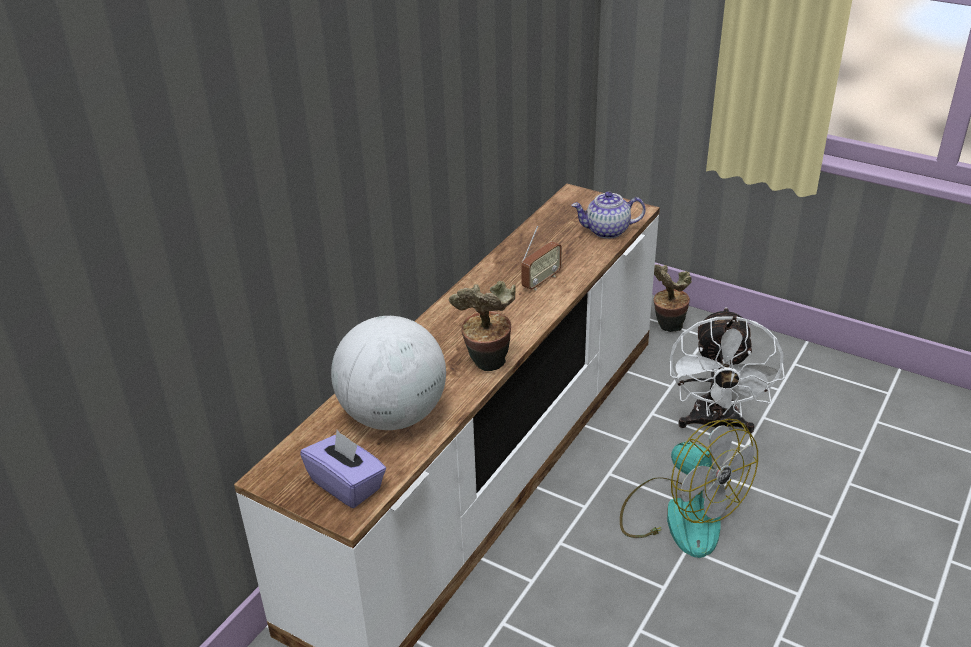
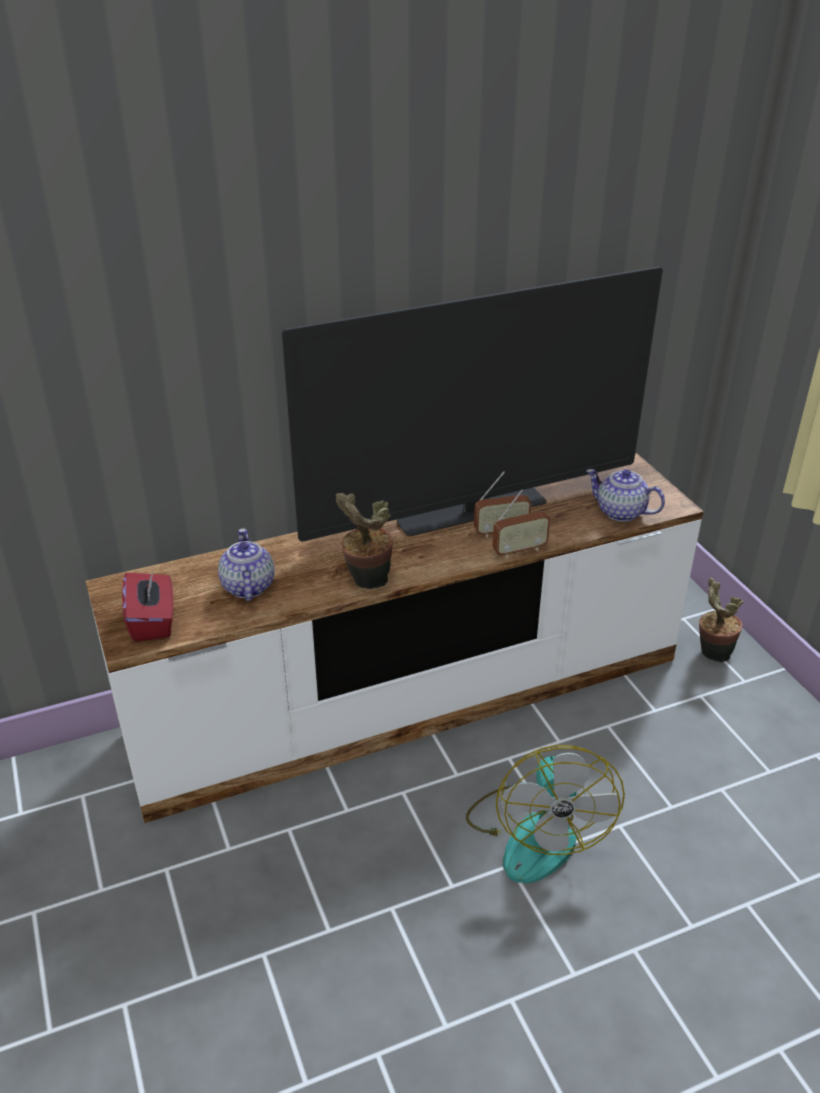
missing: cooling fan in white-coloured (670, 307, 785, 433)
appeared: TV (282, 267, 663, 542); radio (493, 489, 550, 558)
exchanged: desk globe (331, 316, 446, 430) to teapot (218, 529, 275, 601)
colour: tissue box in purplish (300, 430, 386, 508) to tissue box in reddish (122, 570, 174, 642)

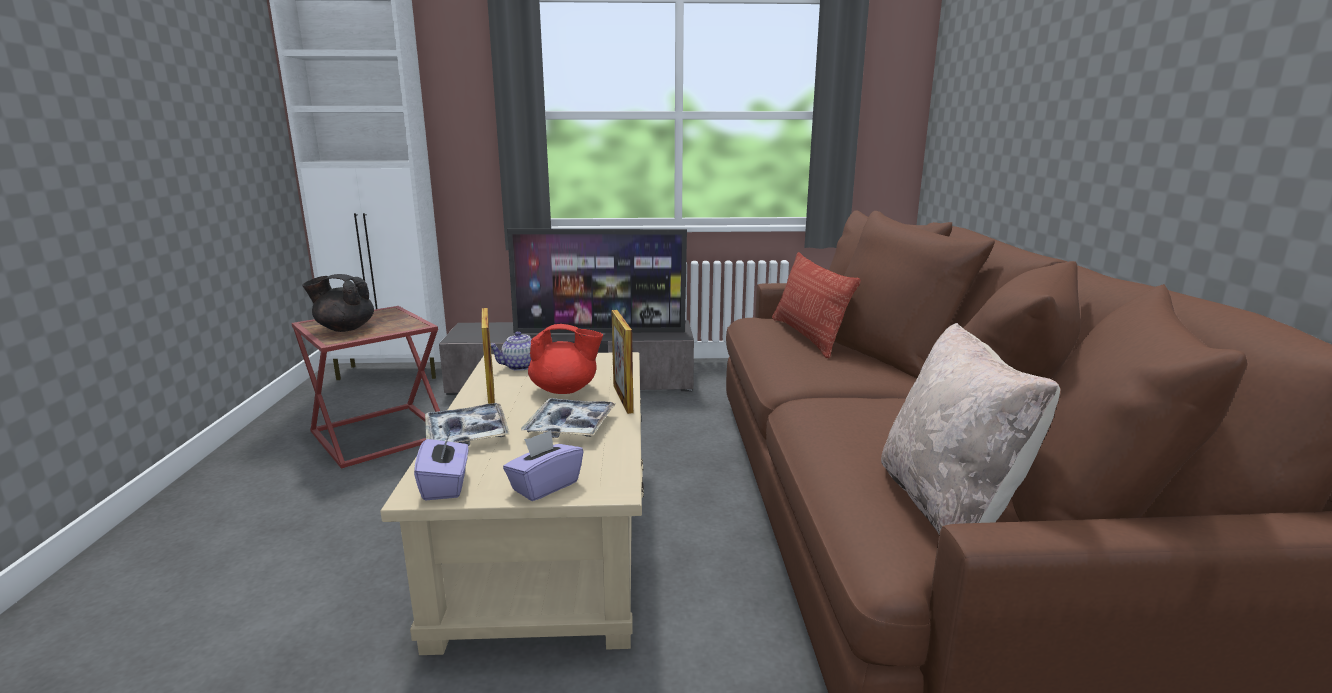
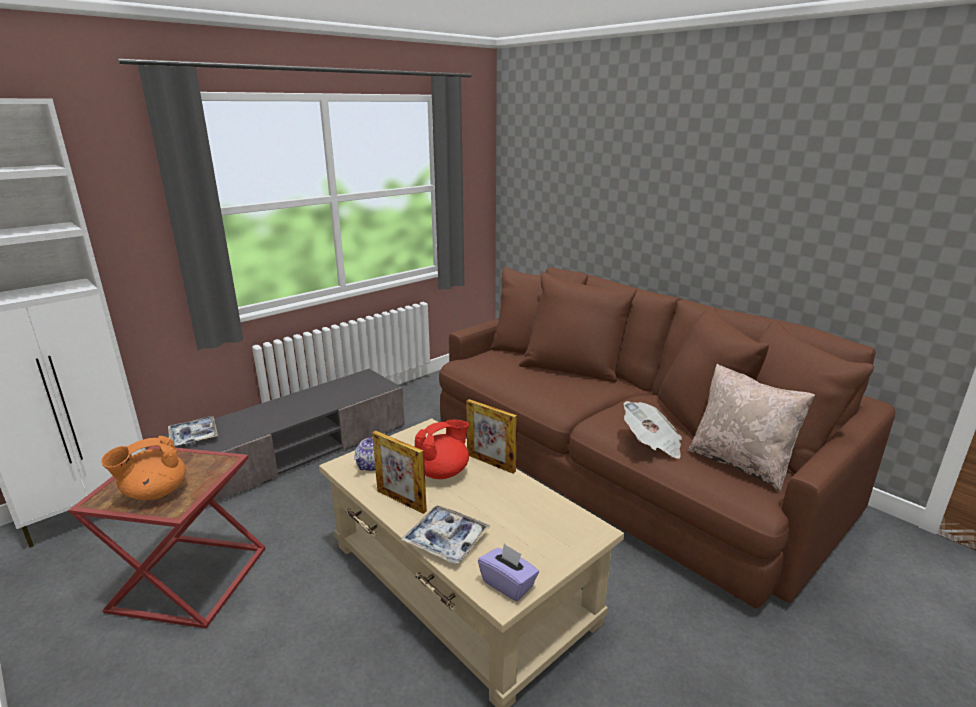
missing: TV (507, 229, 687, 333); throw pillow (772, 252, 861, 359); tissue box in purplish (503, 430, 583, 501)
appeared: newspaper (624, 401, 682, 459)
relocated: carrying tray (521, 398, 616, 438) to (168, 416, 218, 447)
colour: teapot in black-coloured (302, 274, 374, 332) to teapot in orange-coloured (101, 436, 186, 500)

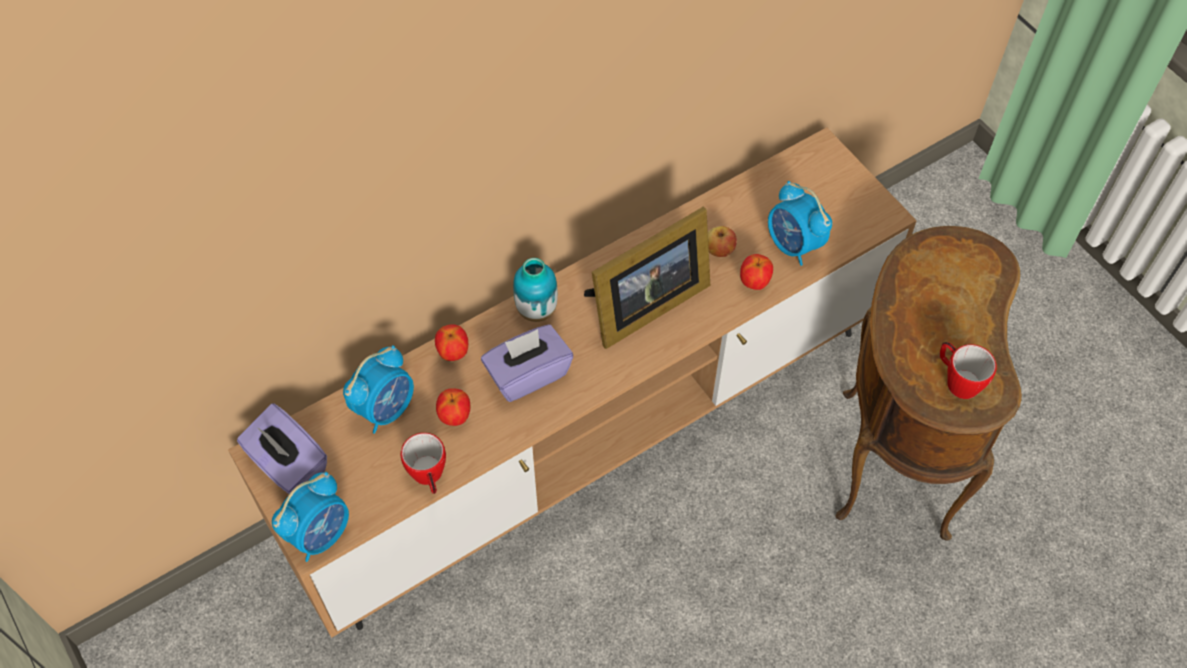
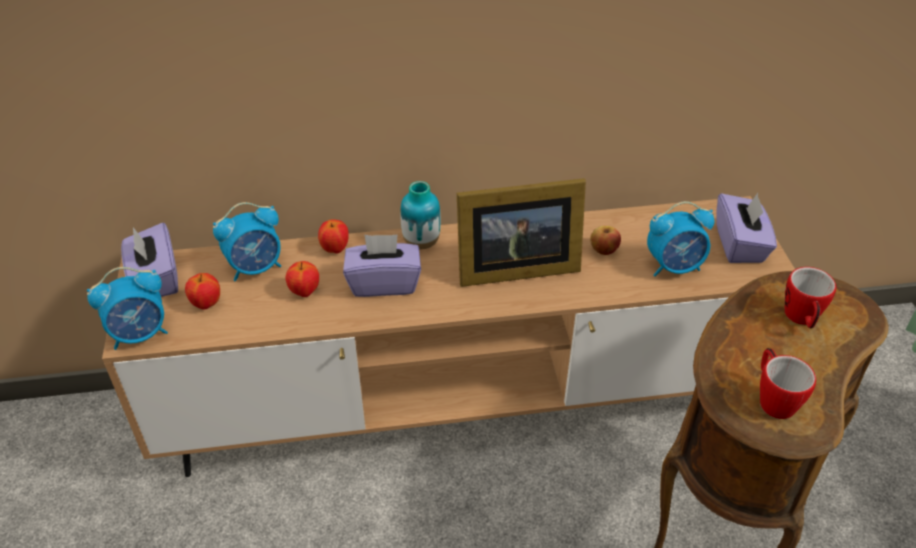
appeared: tissue box in purplish (716, 193, 777, 263)
relocated: apple fruit (740, 254, 773, 290) to (185, 273, 220, 310); coffee mug (401, 433, 446, 494) to (785, 267, 836, 329)
spun: table clock (768, 181, 832, 266) = (647, 201, 714, 277) 90 degrees counterclockwise

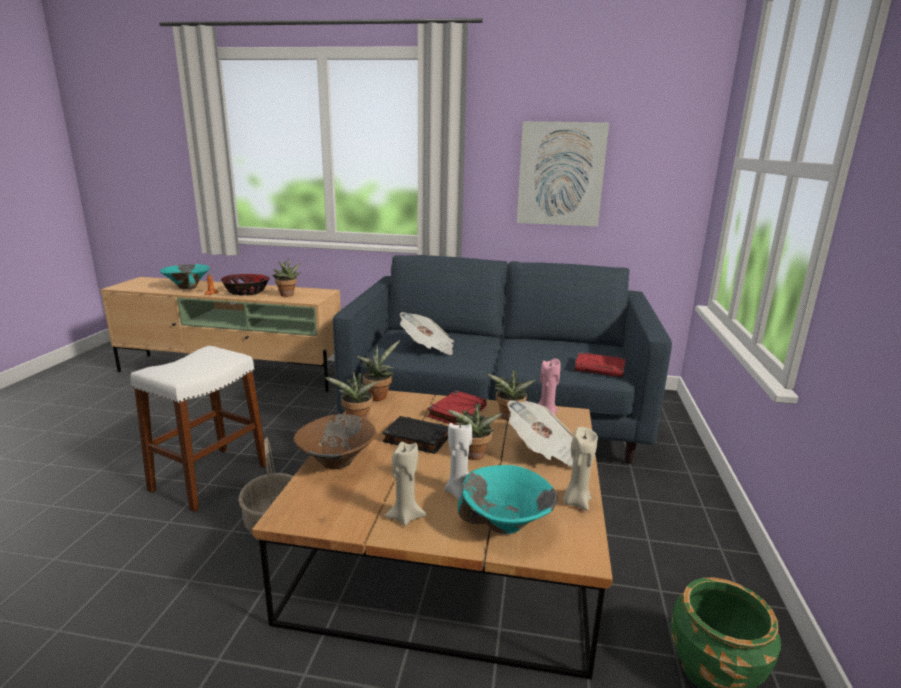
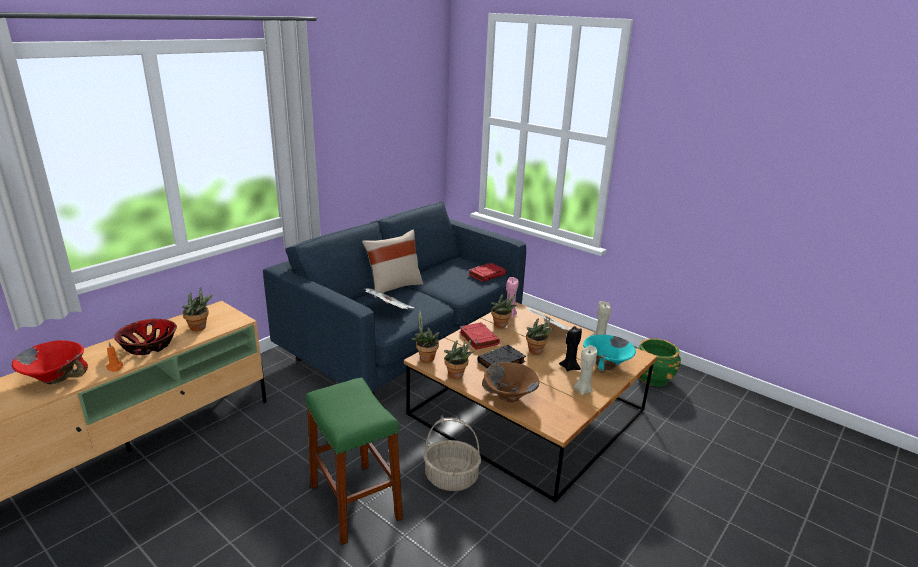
missing: picture (517, 121, 609, 227)
appeared: throw pillow in beige (362, 230, 423, 298)
colour: serving bowl in turquoise-coloured (160, 264, 210, 289) to serving bowl in reddish (12, 340, 88, 384); stool seat in white-coloured (130, 346, 266, 512) to stool seat in greenish (306, 377, 403, 545); wax light in white-coloured (444, 421, 472, 500) to wax light in black-coloured (559, 326, 582, 371)

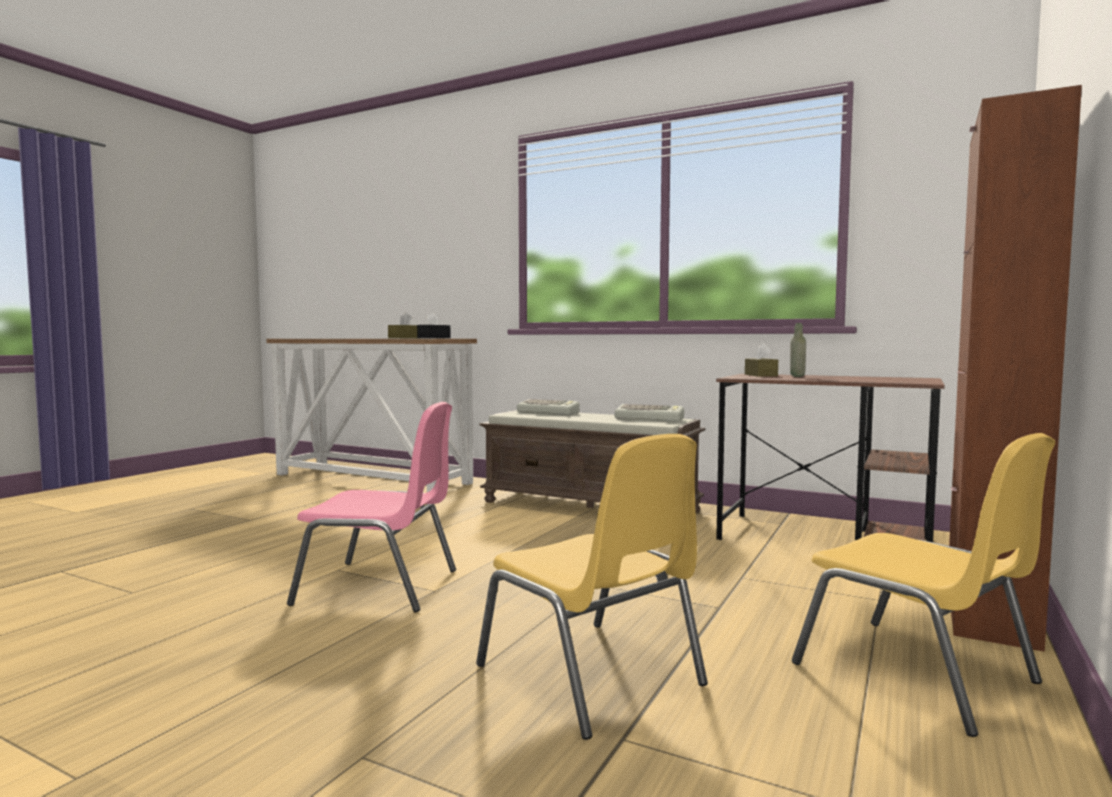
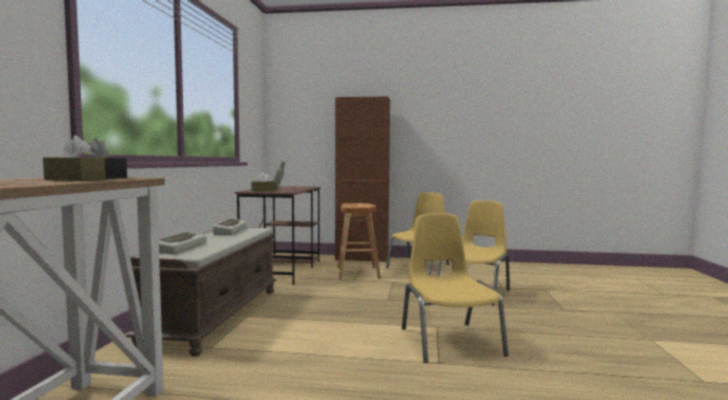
appeared: stool seat in brownish (338, 203, 381, 280)
colour: plain chair in pink (287, 402, 456, 612) to plain chair in yellowish (402, 213, 509, 363)

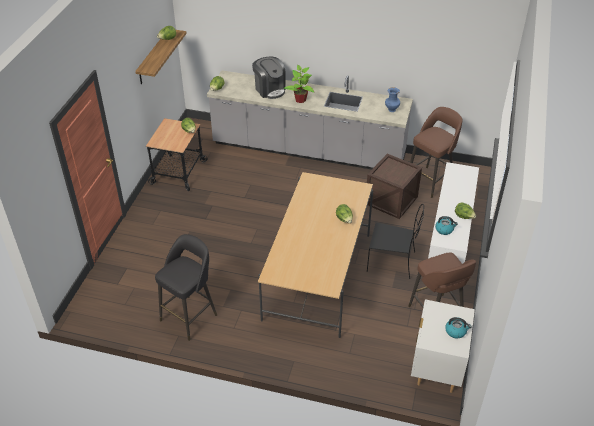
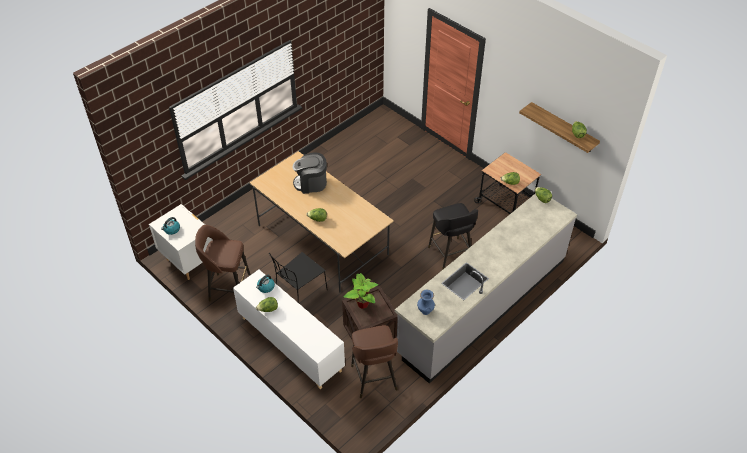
relocated: coffee maker (252, 57, 286, 99) to (292, 153, 327, 194); plant in a pot (284, 65, 314, 103) to (344, 273, 378, 309); stool seat in black-coloured (155, 234, 217, 341) to (428, 203, 478, 270)

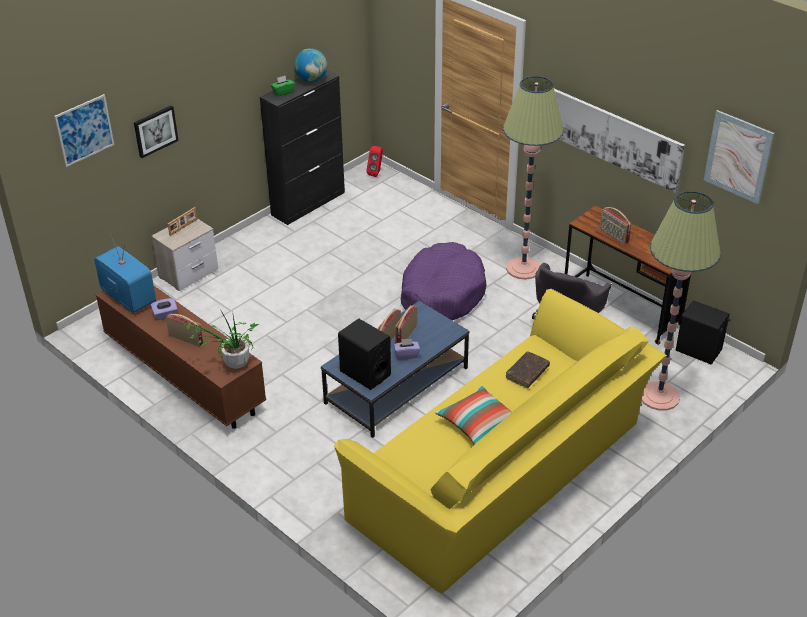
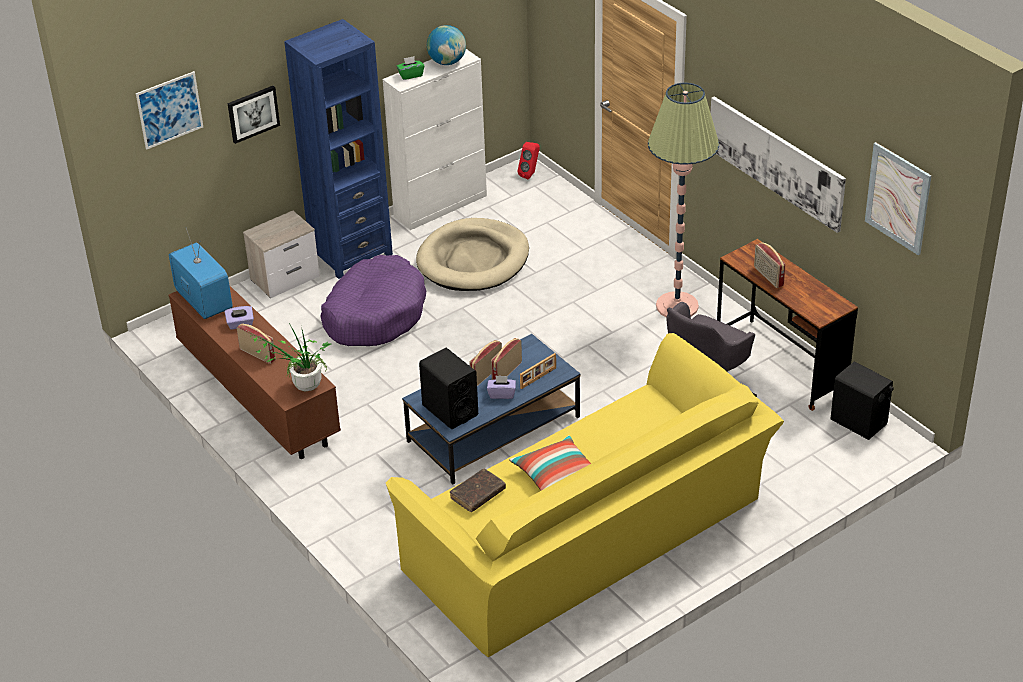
missing: standing lamp (641, 191, 721, 411)
appeared: bookcase in bluish (284, 19, 393, 279); dog bed in beige (416, 218, 529, 291)
relocated: standing frame (168, 207, 197, 236) to (520, 353, 556, 389); dog bed in purplish (401, 242, 487, 320) to (320, 255, 426, 346); bound book in brownish (506, 351, 550, 388) to (450, 469, 506, 512)
colour: storage cabinet in black-coloured (260, 70, 345, 225) to storage cabinet in white-coloured (382, 49, 487, 230)

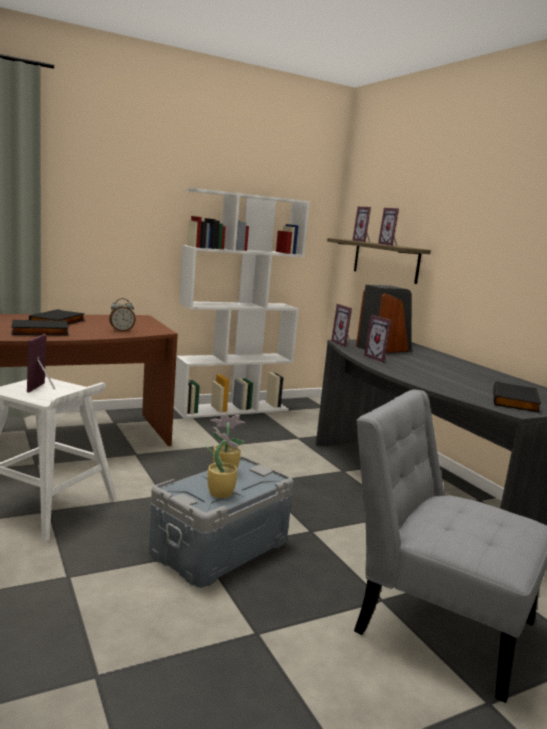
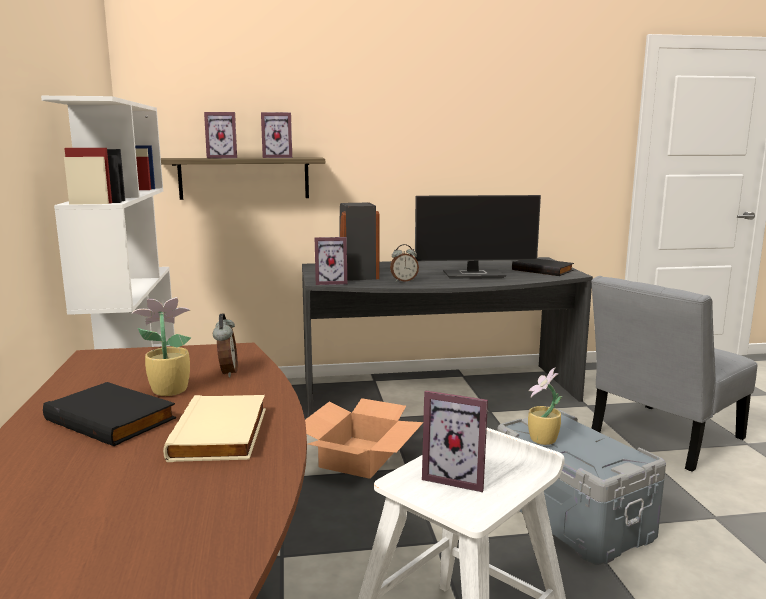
appeared: computer screen (415, 195, 541, 279); cardboard box (305, 398, 423, 479)
relocated: plant in a pot (206, 427, 241, 498) to (132, 297, 192, 396)
exchanged: standing frame (364, 315, 391, 363) to table clock (390, 244, 419, 282)
colour: bound book in black-coloured (11, 320, 69, 336) to bound book in beige (163, 395, 266, 462)

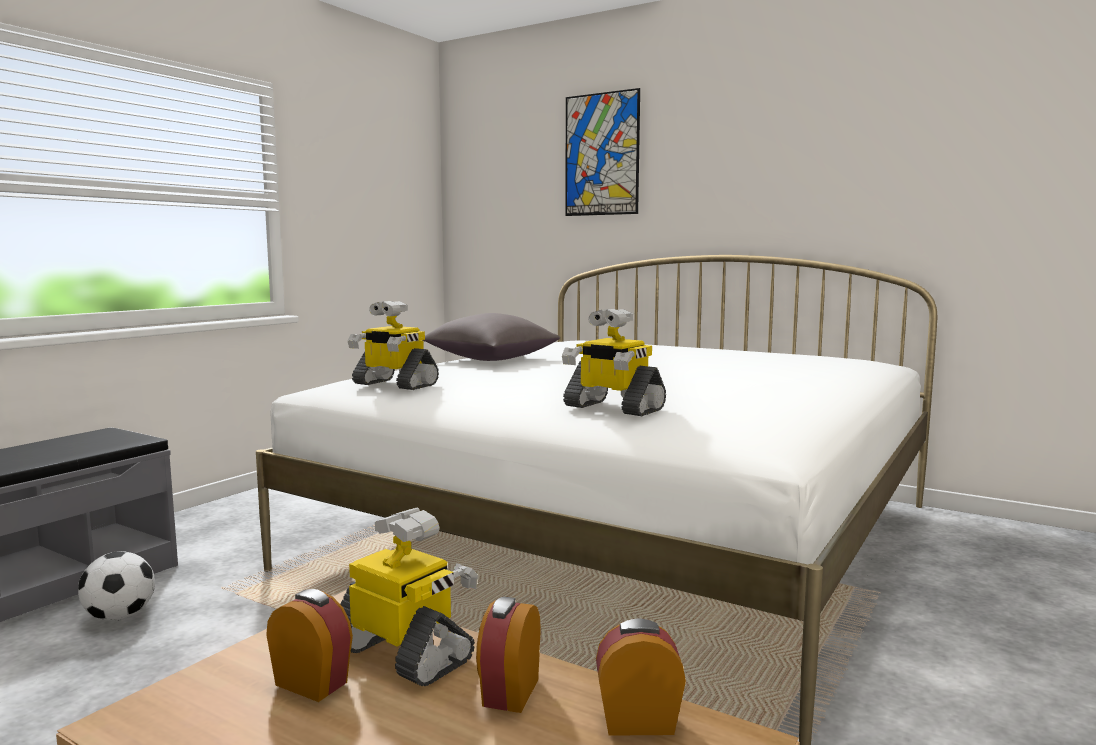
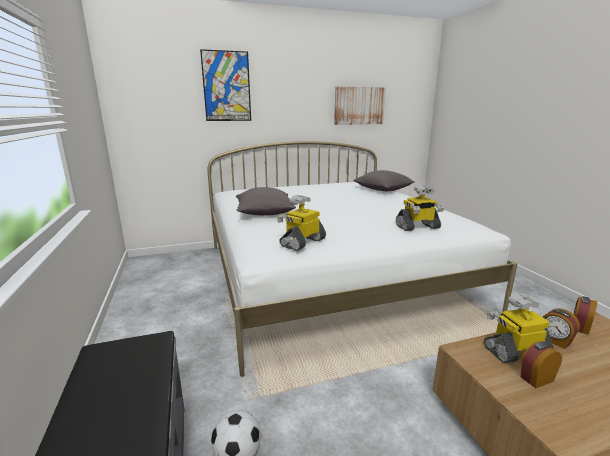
appeared: picture (334, 87, 386, 125); throw pillow in gray (353, 170, 414, 191)
spun: model robot (347, 301, 439, 390) = (277, 195, 326, 251) 150 degrees clockwise

